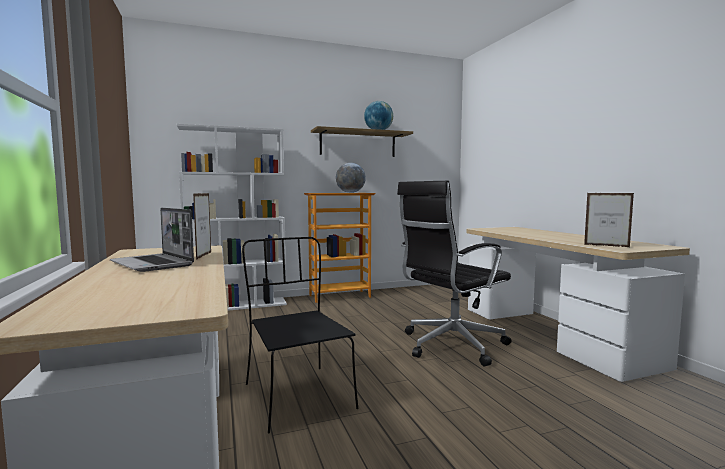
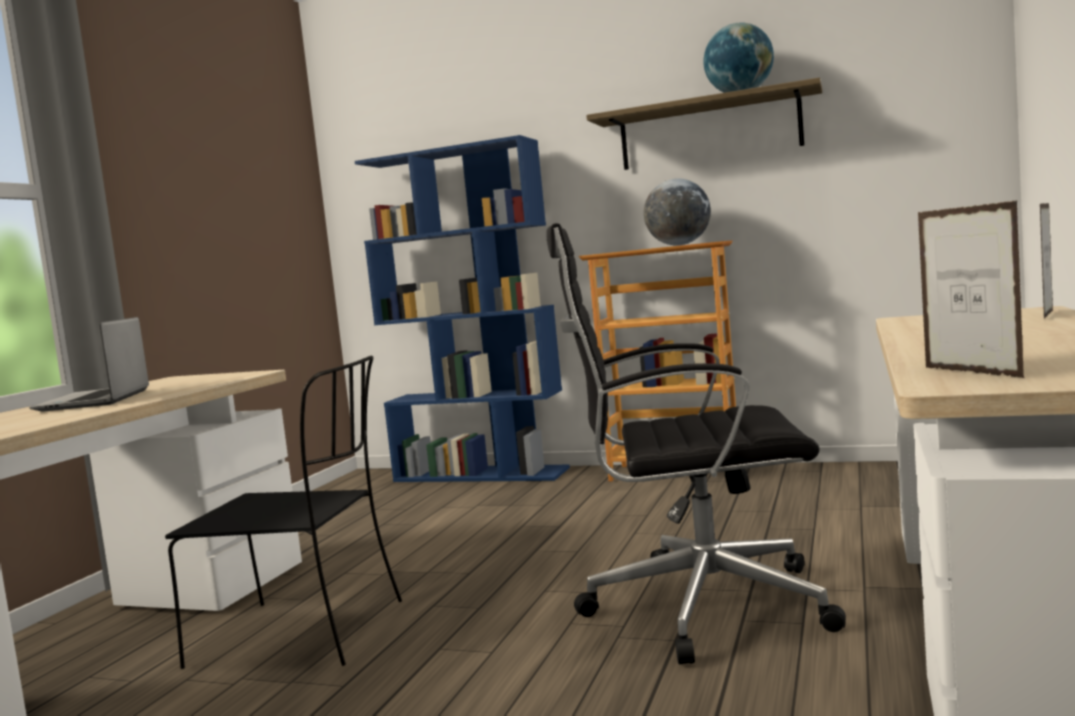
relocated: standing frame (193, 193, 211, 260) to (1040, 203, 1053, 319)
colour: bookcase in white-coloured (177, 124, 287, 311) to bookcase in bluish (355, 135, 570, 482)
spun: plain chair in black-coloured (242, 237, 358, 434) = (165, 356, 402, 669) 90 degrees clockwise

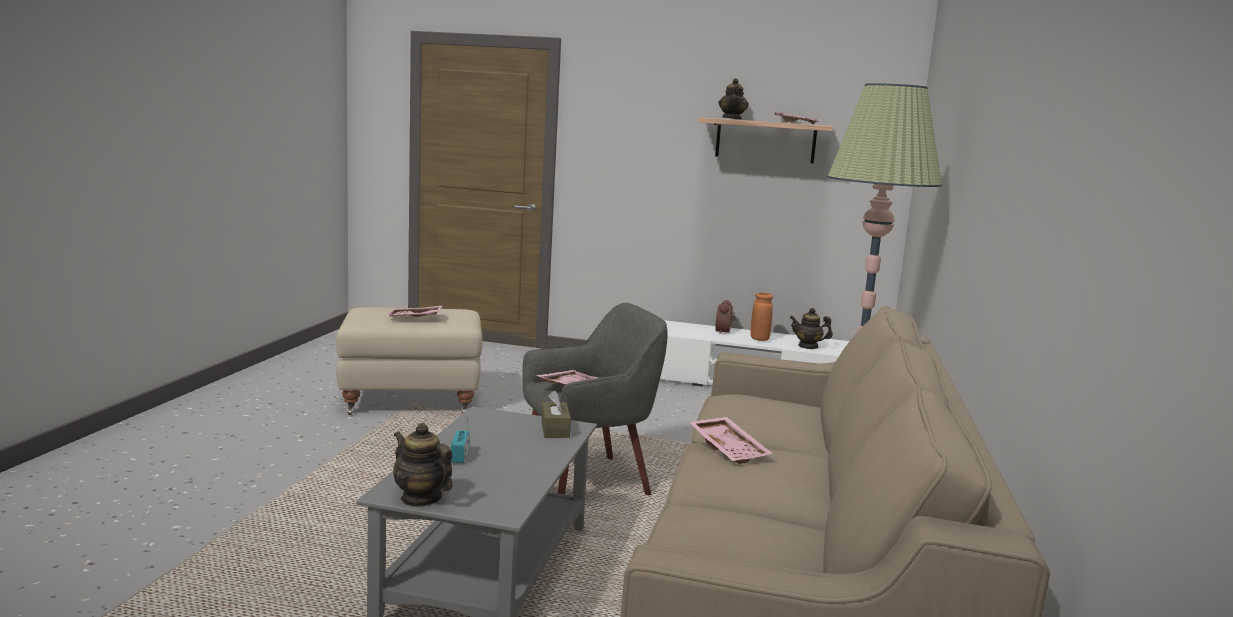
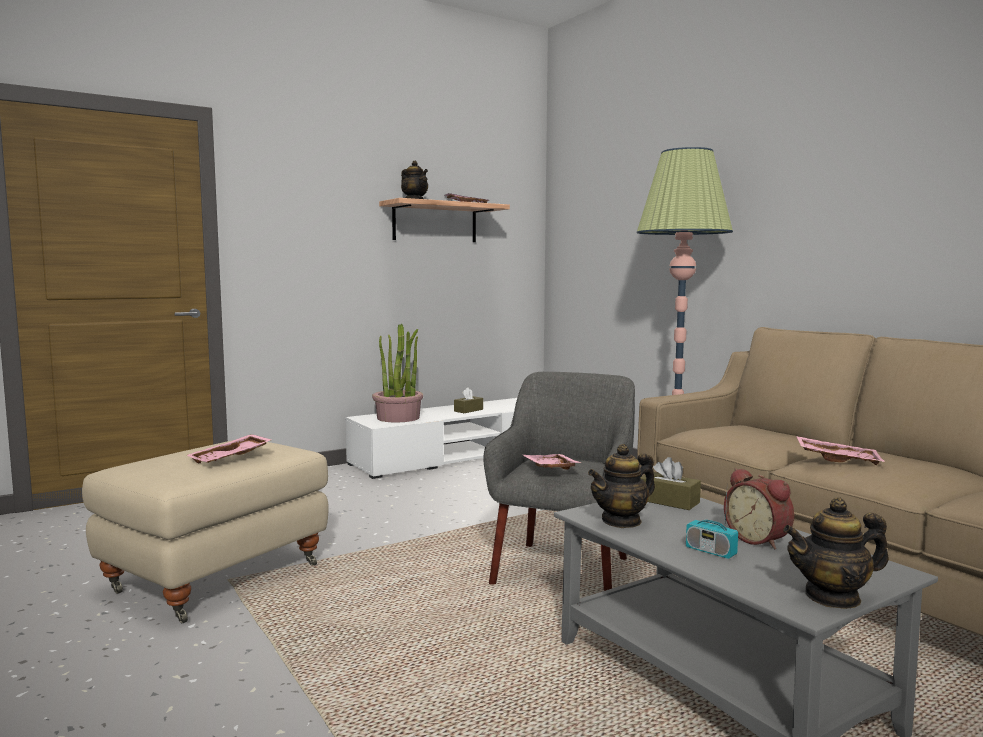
appeared: plant in a pot (372, 324, 423, 422)
relocated: table clock (715, 300, 735, 334) to (724, 468, 794, 550); teapot (790, 308, 833, 349) to (588, 444, 655, 528)
exchanged: vase in orange-coloured (751, 292, 773, 341) to tissue box in brownish (454, 387, 483, 413)

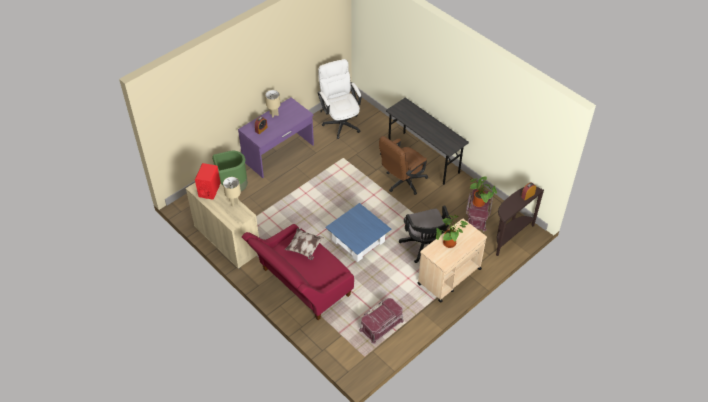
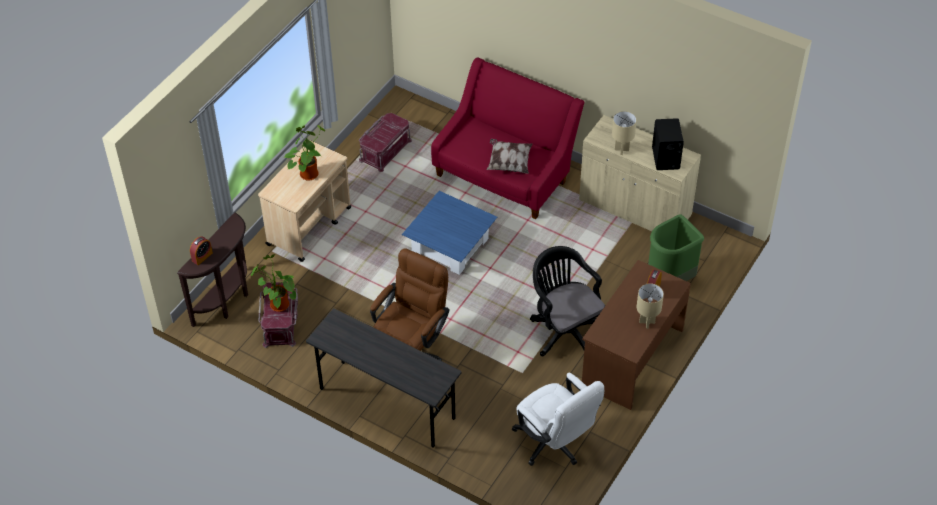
relocated: office chair in black-coloured (399, 205, 451, 263) to (530, 246, 605, 356)
colour: desk in purplish (238, 97, 314, 178) to desk in brownish (582, 260, 691, 410); loudspeaker in reddish (195, 163, 221, 200) to loudspeaker in black-coloured (652, 118, 684, 170)

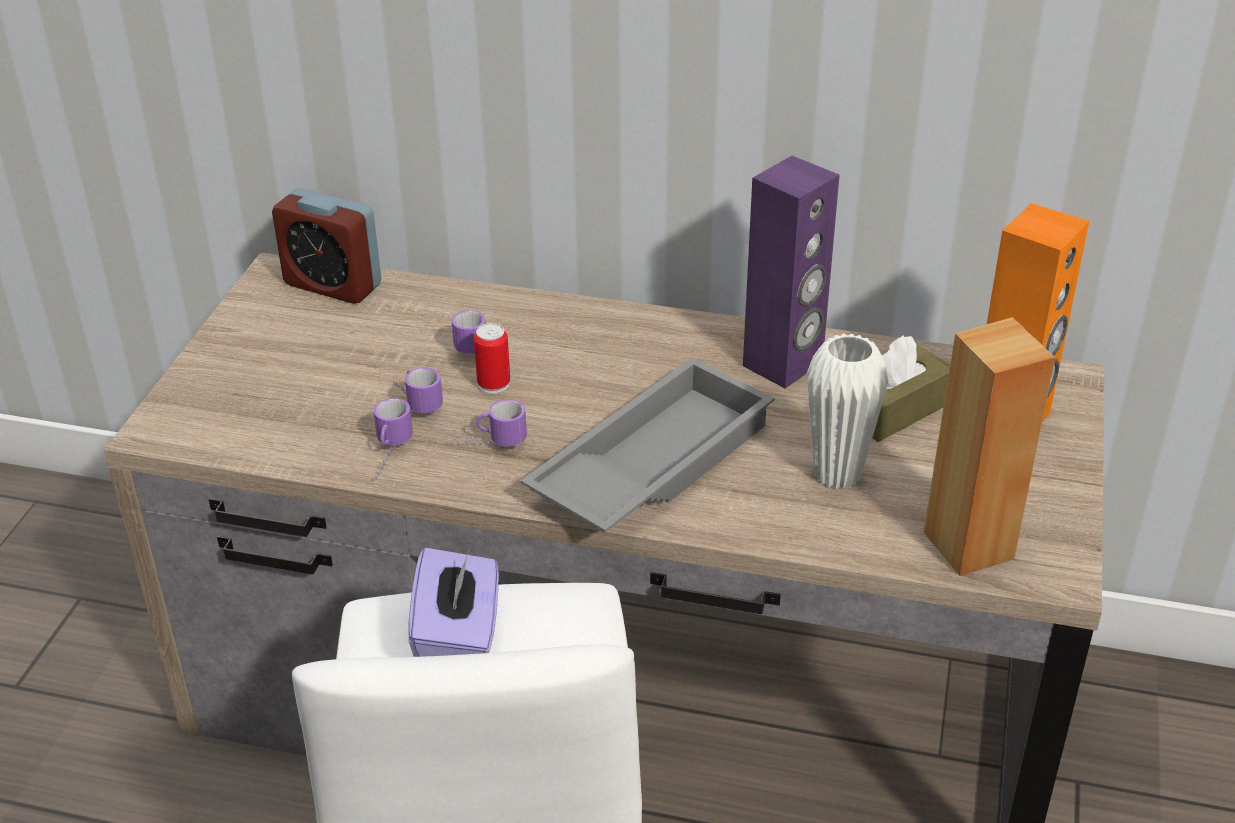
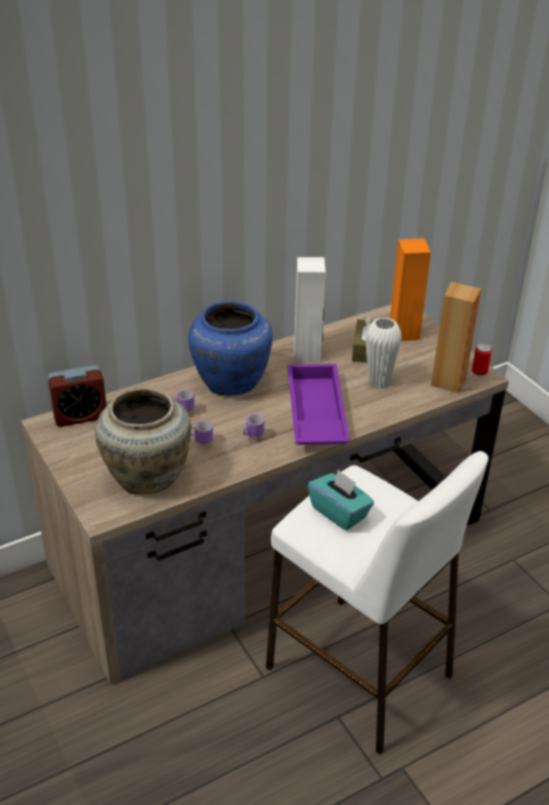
missing: coffee mug (373, 398, 413, 481)
appeared: vase in bluish (188, 301, 273, 396); vase in beige (95, 388, 191, 494)
relocated: sealed can (474, 323, 510, 394) to (472, 344, 492, 377)
colour: loudspeaker in purplish (743, 156, 840, 388) to loudspeaker in white-coloured (294, 257, 326, 362); carrying tray in gray (520, 358, 775, 533) to carrying tray in purplish (287, 364, 350, 445); tissue box in purplish (408, 548, 499, 657) to tissue box in turquoise-coloured (308, 469, 374, 531)

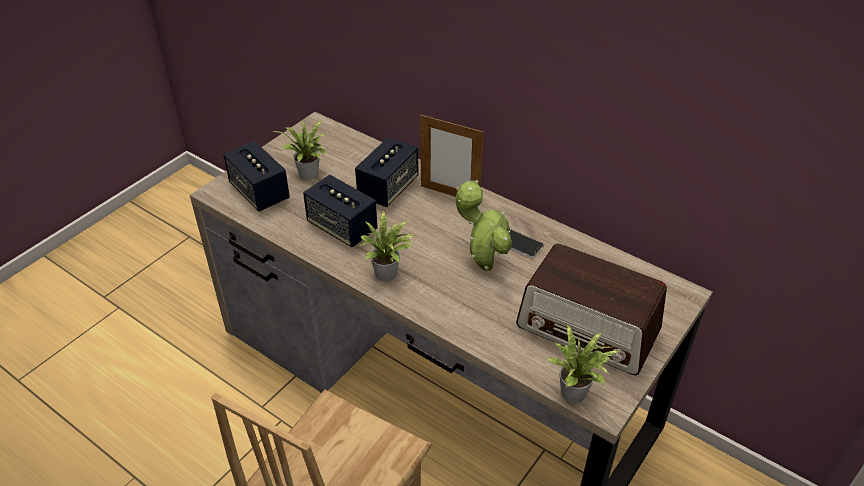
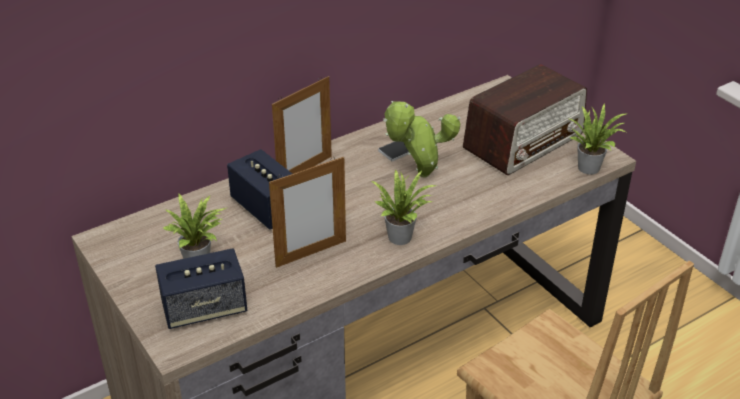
exchanged: loudspeaker (303, 175, 378, 247) to standing frame (269, 157, 346, 268)

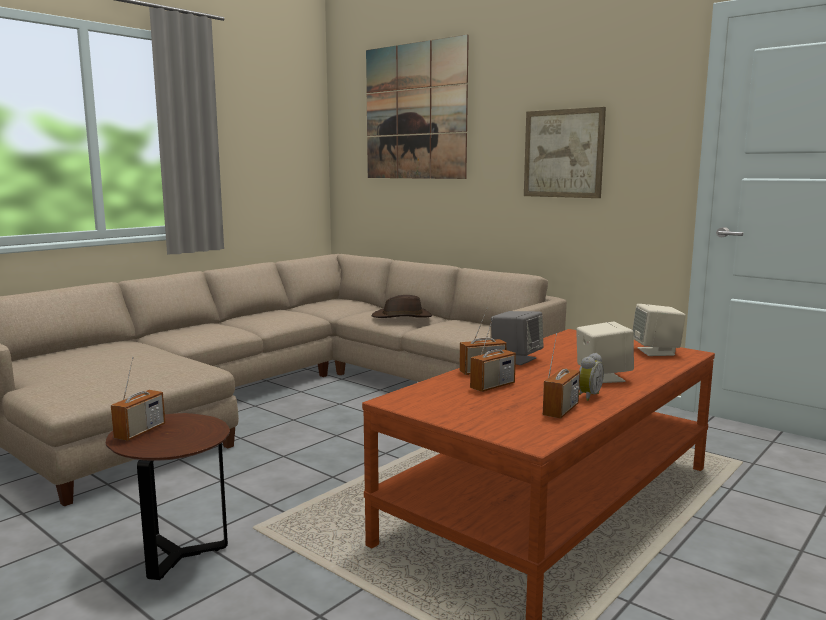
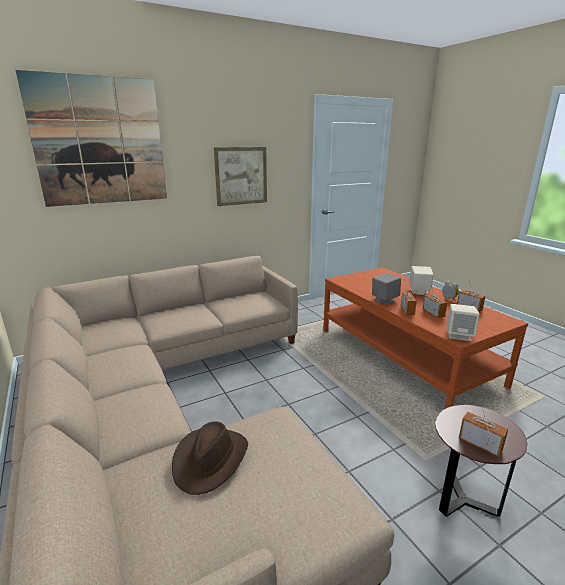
relocated: wearable hat in brownish (371, 295, 432, 318) to (172, 421, 248, 495); loudspeaker in beige (633, 304, 686, 356) to (447, 304, 480, 341)

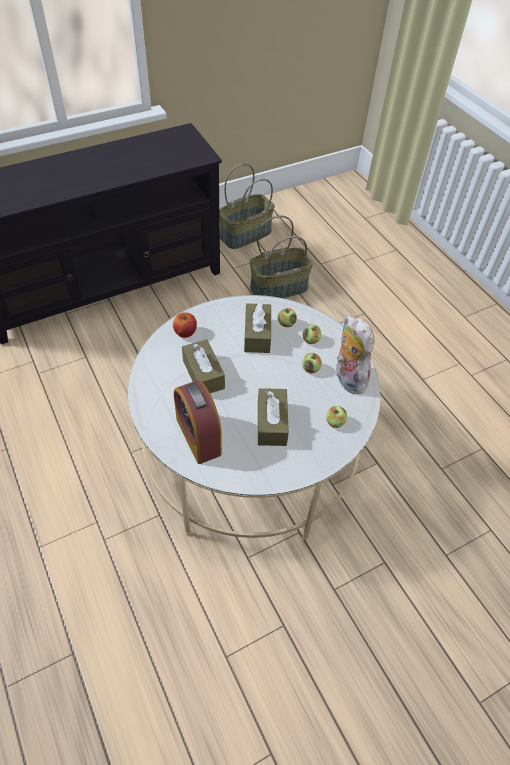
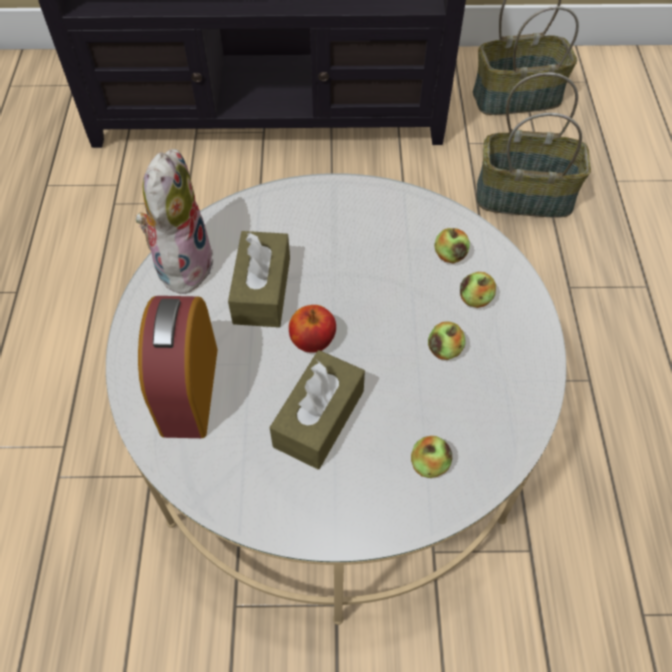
missing: tissue box in brownish (244, 302, 271, 353)
relocated: apple fruit (173, 312, 197, 338) to (289, 305, 336, 353); soft toy (335, 315, 374, 394) to (136, 149, 213, 294)

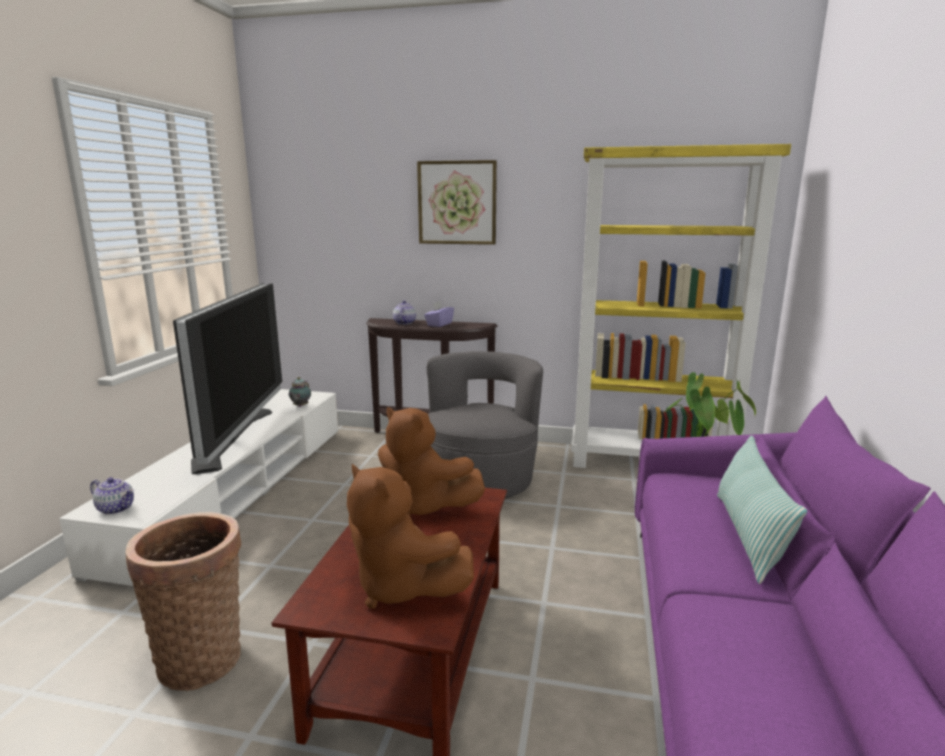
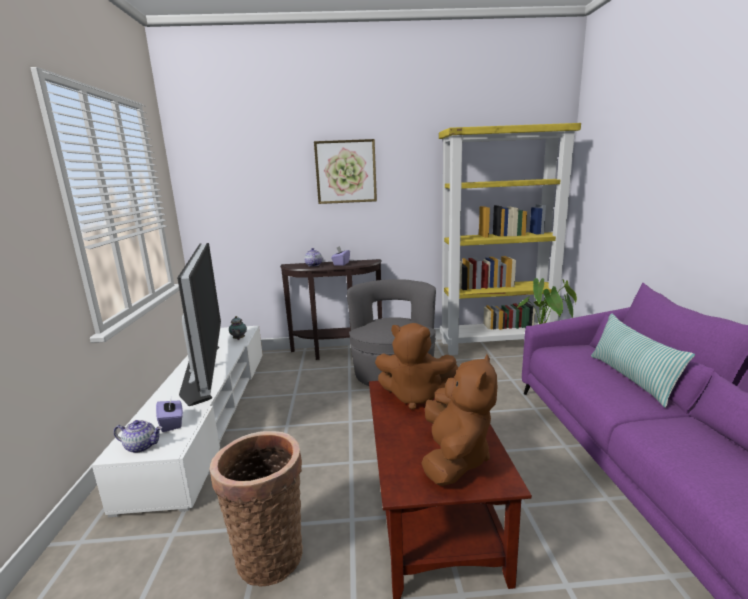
appeared: tissue box in purplish (156, 400, 183, 432)
spun: soft toy in brownish (347, 464, 474, 608) = (421, 354, 497, 486) 105 degrees counterclockwise

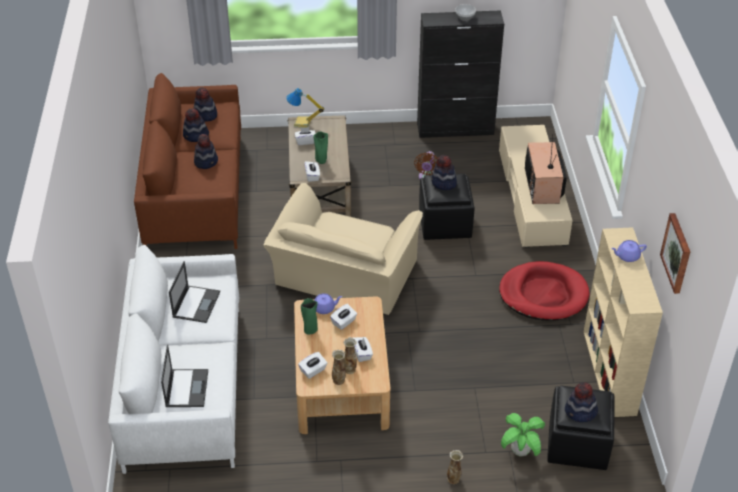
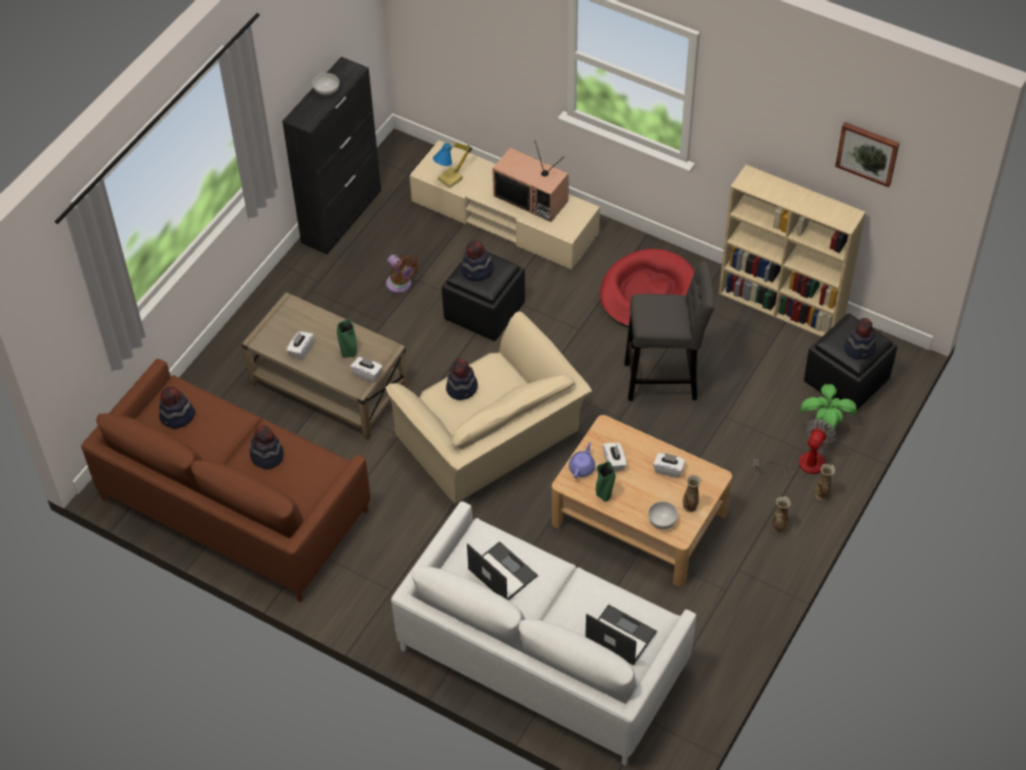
missing: teapot in purplish (611, 240, 647, 262)
appeared: stool seat in gray (624, 261, 714, 401); cooling fan (752, 419, 836, 479)
relocated: tabletop lamp (286, 88, 324, 128) to (433, 142, 472, 188); wearable hat (183, 108, 209, 142) to (446, 358, 478, 400); vase (343, 337, 357, 374) to (773, 497, 791, 534)
exchanged: tissue box in white-coloured (298, 352, 327, 379) to serving bowl (648, 501, 678, 529)

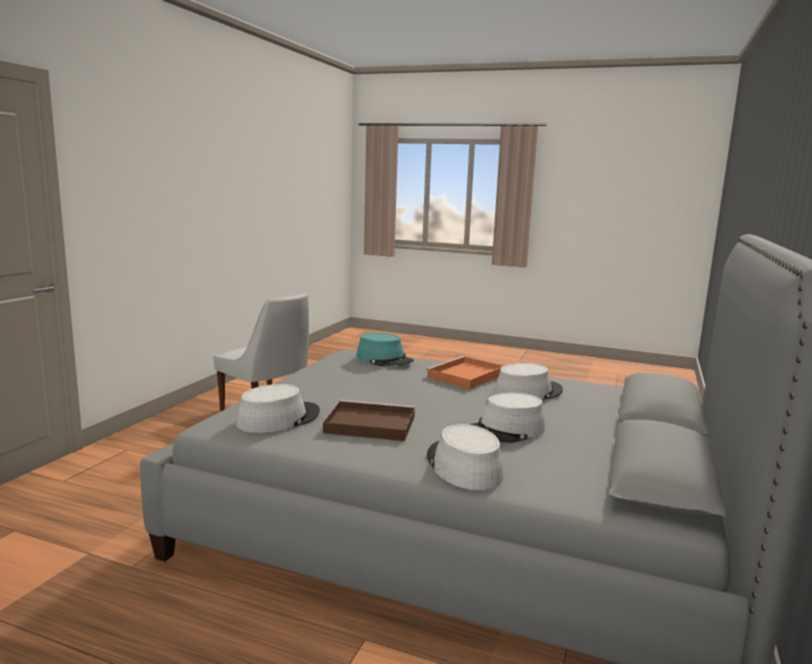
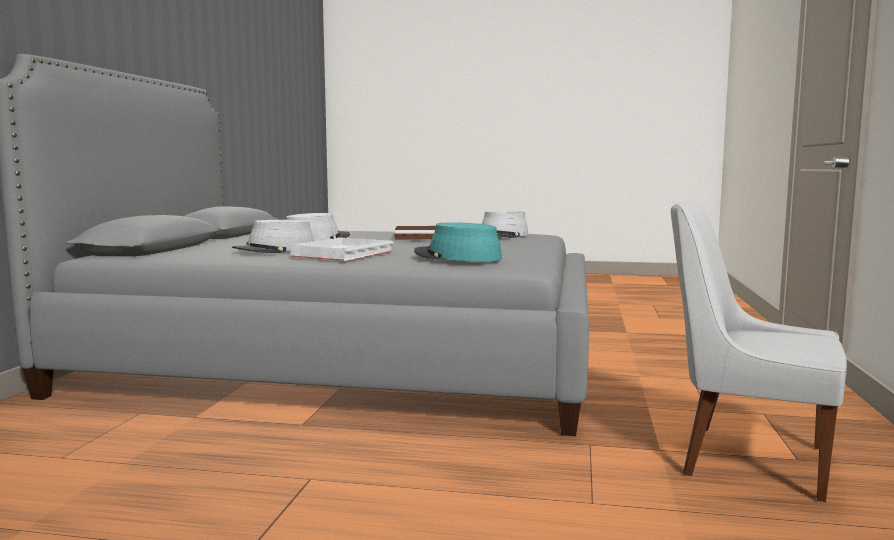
missing: wearable hat in gray (427, 424, 504, 490)
colour: carrying tray in orange-coloured (426, 356, 503, 389) to carrying tray in white-coloured (290, 238, 394, 261)

